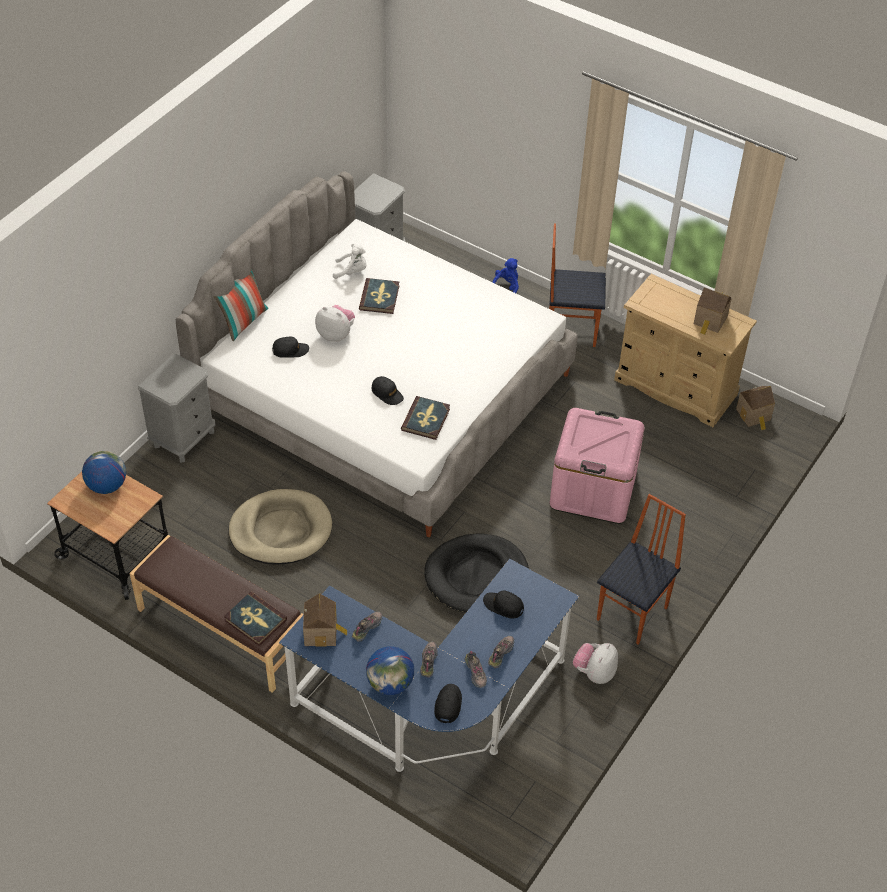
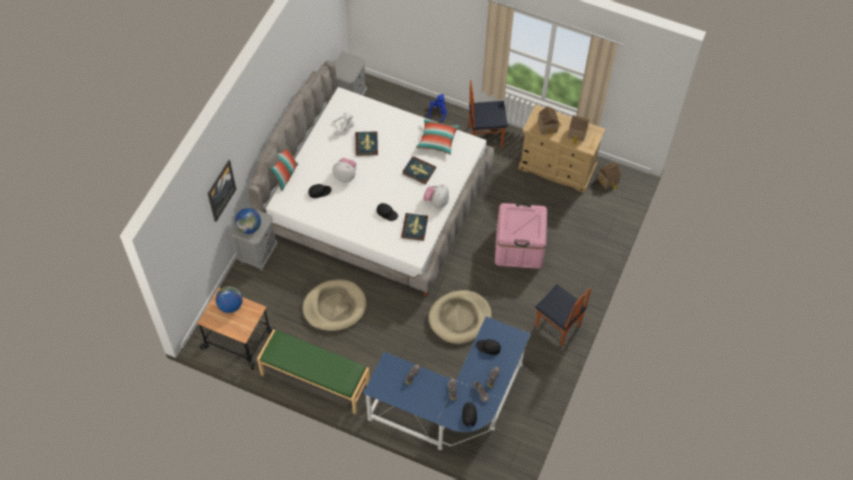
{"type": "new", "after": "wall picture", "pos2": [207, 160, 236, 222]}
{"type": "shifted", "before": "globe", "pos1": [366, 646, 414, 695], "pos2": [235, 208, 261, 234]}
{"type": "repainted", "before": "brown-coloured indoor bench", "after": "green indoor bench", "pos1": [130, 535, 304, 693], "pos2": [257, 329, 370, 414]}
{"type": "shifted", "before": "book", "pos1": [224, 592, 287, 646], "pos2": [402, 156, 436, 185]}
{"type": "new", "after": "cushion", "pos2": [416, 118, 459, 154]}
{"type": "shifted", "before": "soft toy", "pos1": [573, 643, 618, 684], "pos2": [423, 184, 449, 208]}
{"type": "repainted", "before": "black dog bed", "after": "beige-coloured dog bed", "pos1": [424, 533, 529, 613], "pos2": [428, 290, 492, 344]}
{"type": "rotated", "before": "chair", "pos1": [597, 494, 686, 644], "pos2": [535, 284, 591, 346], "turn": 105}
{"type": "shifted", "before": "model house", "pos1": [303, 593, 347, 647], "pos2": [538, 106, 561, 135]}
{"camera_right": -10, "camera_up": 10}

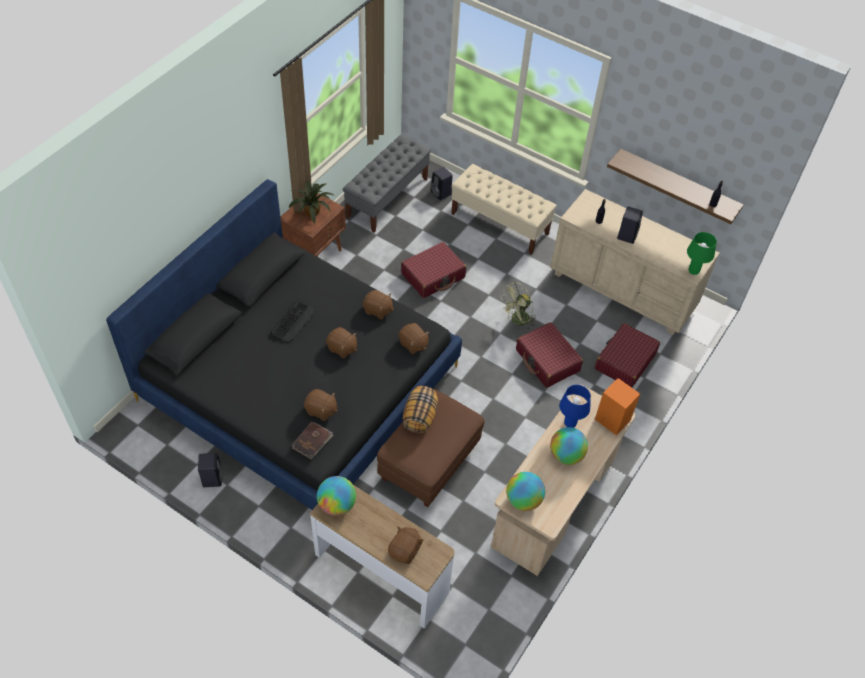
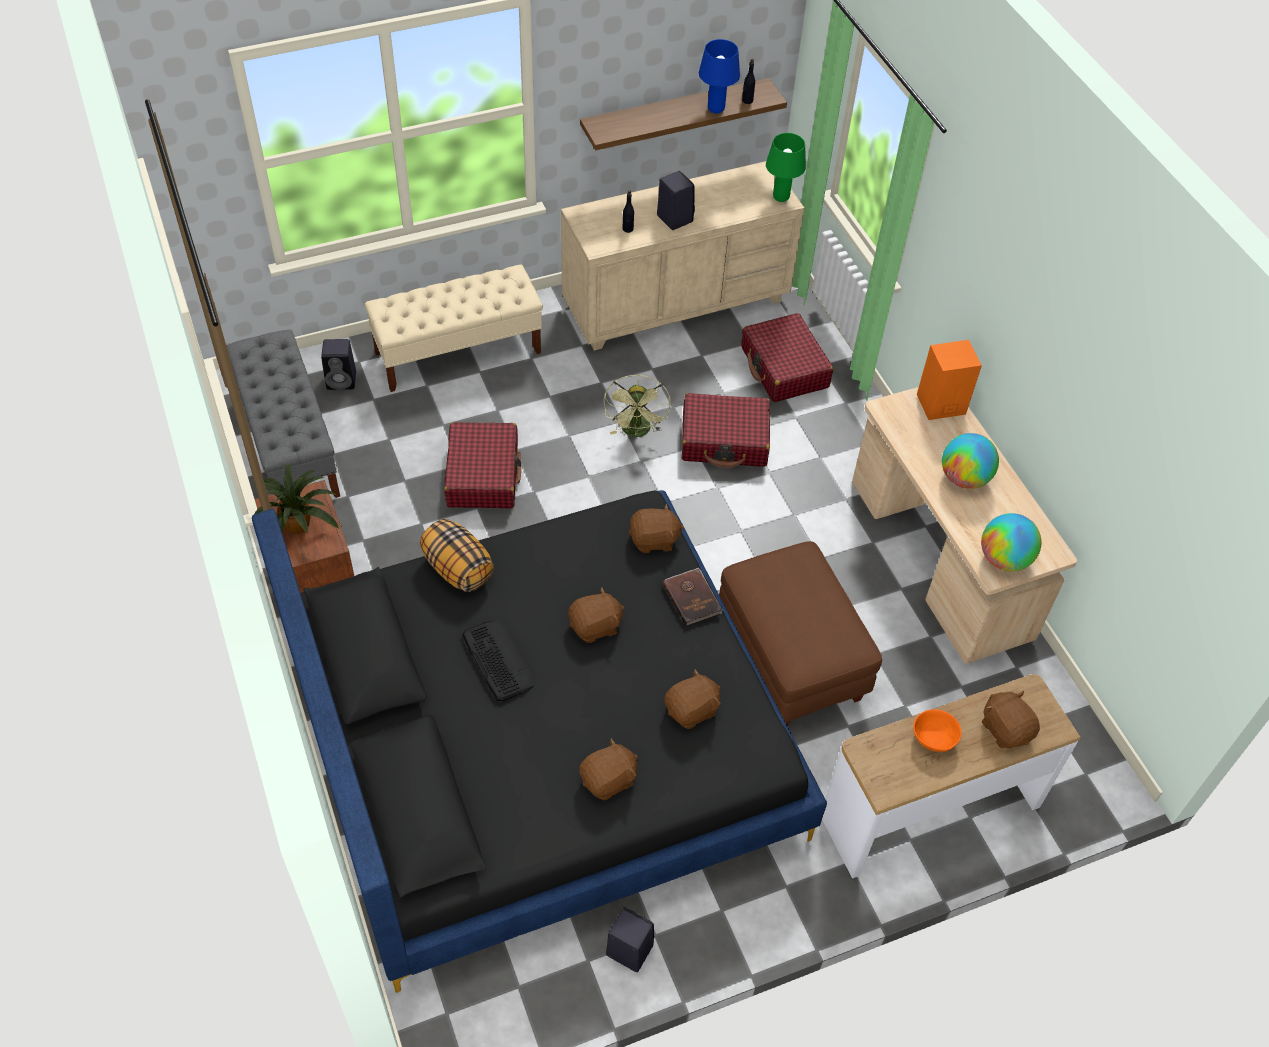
{"type": "shifted", "before": "cushion", "pos1": [403, 386, 438, 433], "pos2": [420, 519, 494, 592]}
{"type": "shifted", "before": "brown-coloured soft toy", "pos1": [363, 290, 394, 319], "pos2": [579, 738, 638, 800]}
{"type": "shifted", "before": "brown-coloured book", "pos1": [291, 421, 333, 460], "pos2": [663, 568, 723, 626]}
{"type": "shifted", "before": "blue lamp for a table", "pos1": [559, 385, 591, 428], "pos2": [699, 39, 740, 114]}
{"type": "new", "after": "orange bowl", "pos2": [913, 709, 962, 752]}
{"type": "gone", "before": "globe", "pos1": [317, 476, 356, 516]}
{"camera_right": -55, "camera_up": 0}

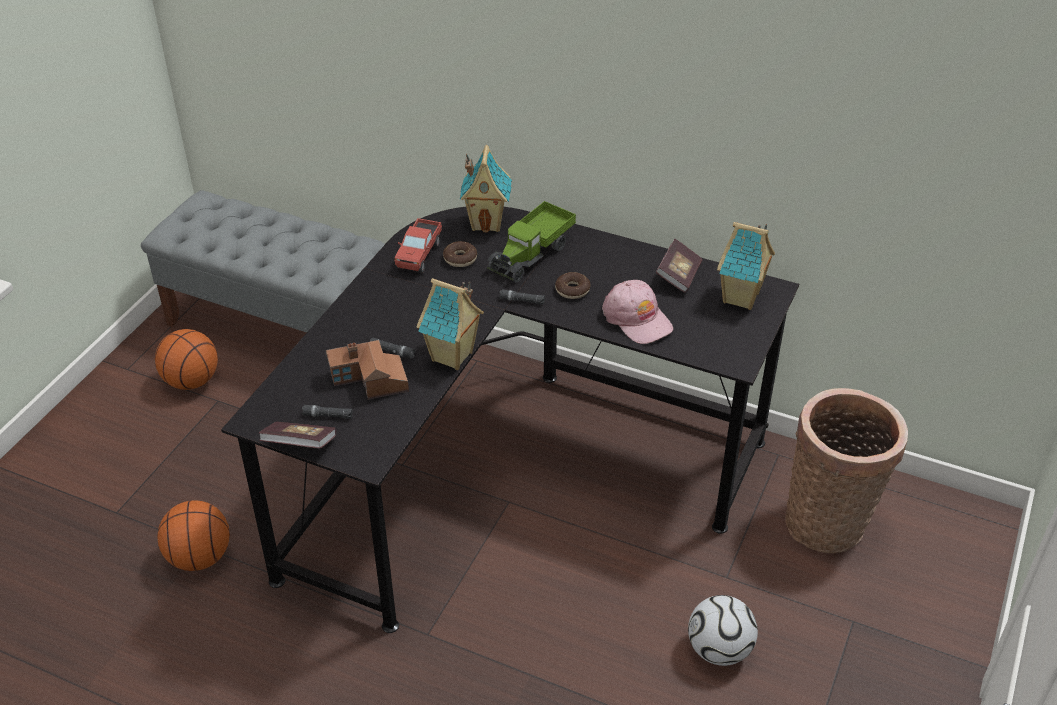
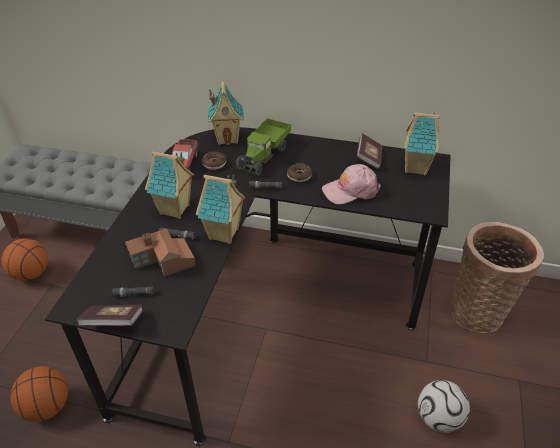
{"type": "new", "after": "model house", "pos2": [145, 151, 194, 219]}
{"type": "rotated", "before": "pink cap", "pos1": [602, 280, 673, 344], "pos2": [322, 164, 381, 204], "turn": 120}
{"camera_right": -10, "camera_up": 0}

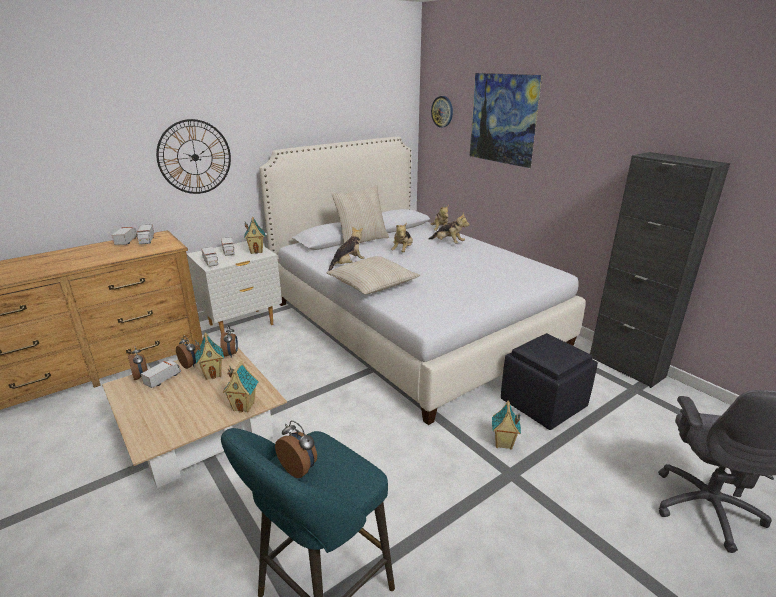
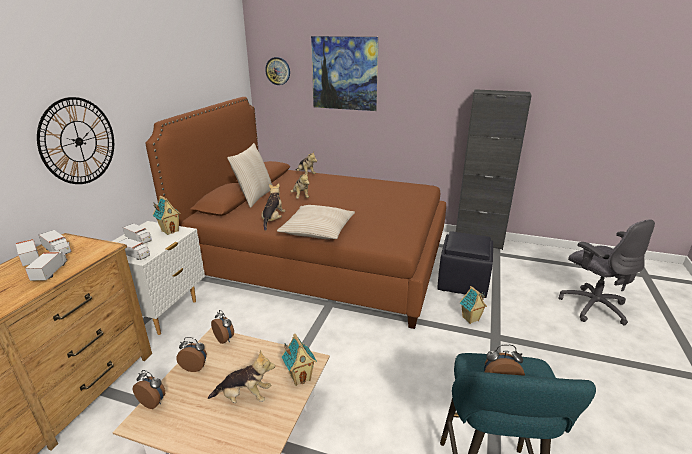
{"type": "shifted", "before": "model truck", "pos1": [141, 361, 181, 388], "pos2": [25, 251, 67, 281]}
{"type": "repainted", "before": "whitish bedroom bed", "after": "brown-coloured bedroom bed", "pos1": [259, 137, 586, 425], "pos2": [145, 97, 446, 329]}
{"type": "shifted", "before": "soft toy", "pos1": [429, 213, 470, 243], "pos2": [208, 350, 275, 403]}
{"type": "gone", "before": "model house", "pos1": [195, 332, 224, 380]}
{"camera_right": -35, "camera_up": 0}

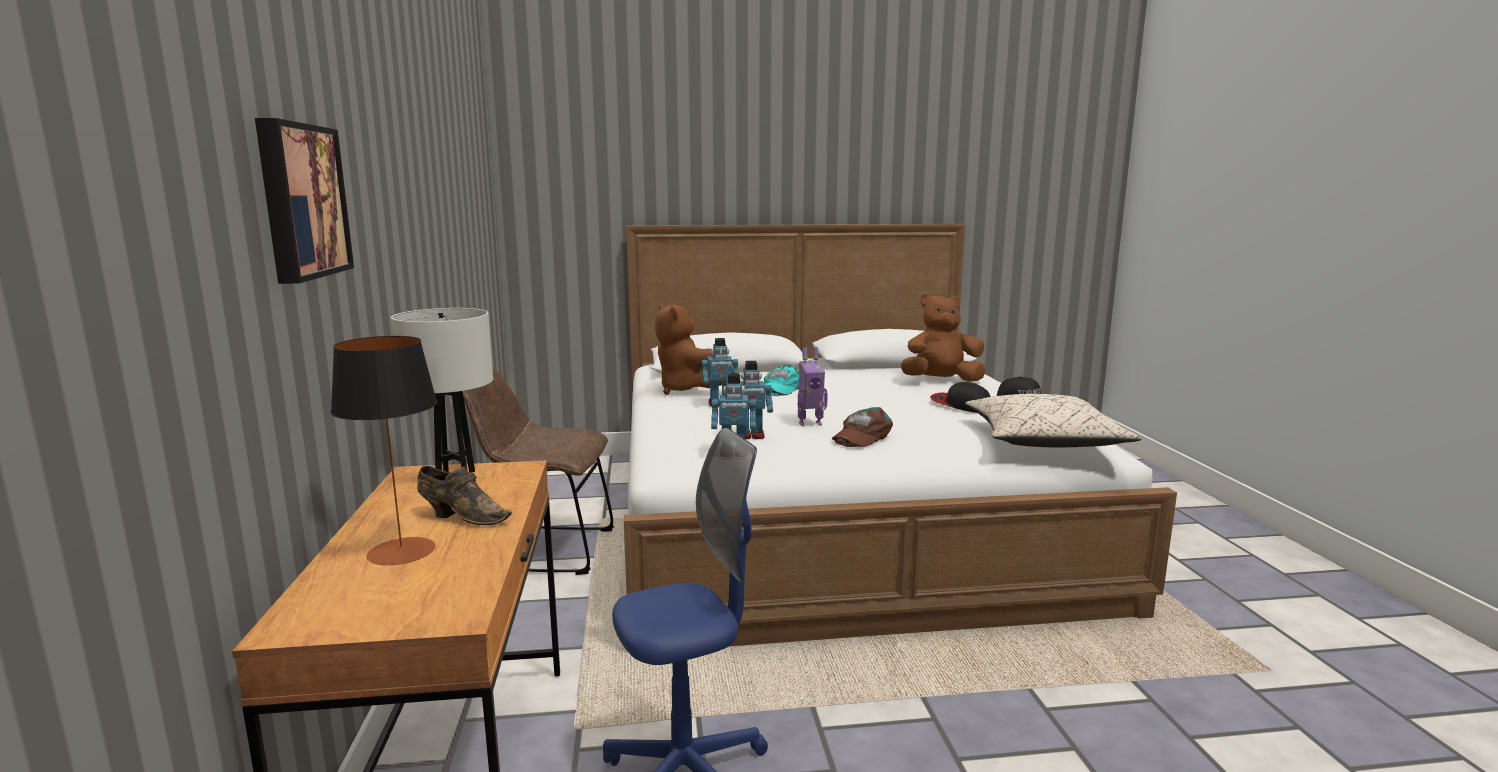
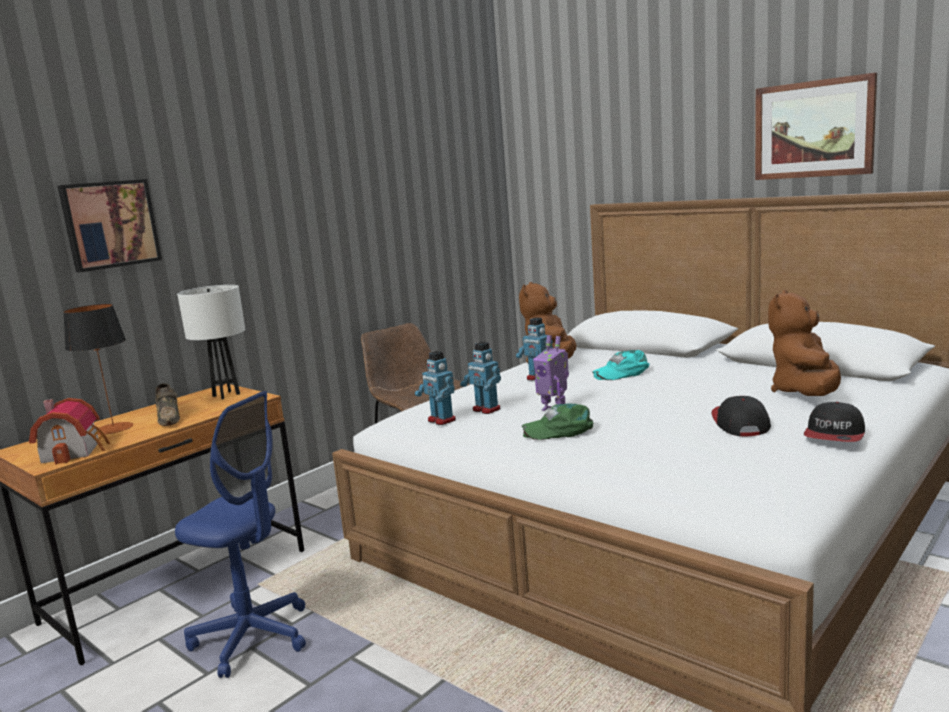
{"type": "new", "after": "model house", "pos2": [29, 398, 111, 465]}
{"type": "repainted", "before": "brown-coloured cap", "after": "green cap", "pos1": [832, 407, 893, 447], "pos2": [522, 403, 594, 440]}
{"type": "new", "after": "wall picture", "pos2": [755, 73, 877, 180]}
{"type": "rotated", "before": "brown-coloured soft toy", "pos1": [901, 294, 986, 382], "pos2": [768, 290, 841, 396], "turn": -105}
{"type": "gone", "before": "beige-coloured cushion", "pos1": [965, 394, 1141, 447]}
{"camera_right": 50, "camera_up": 0}

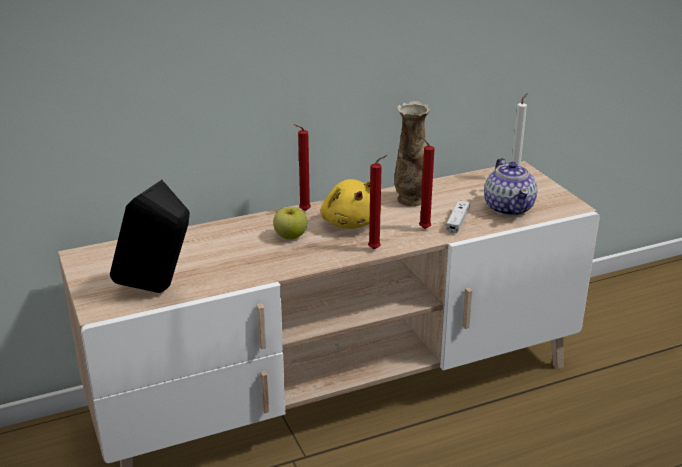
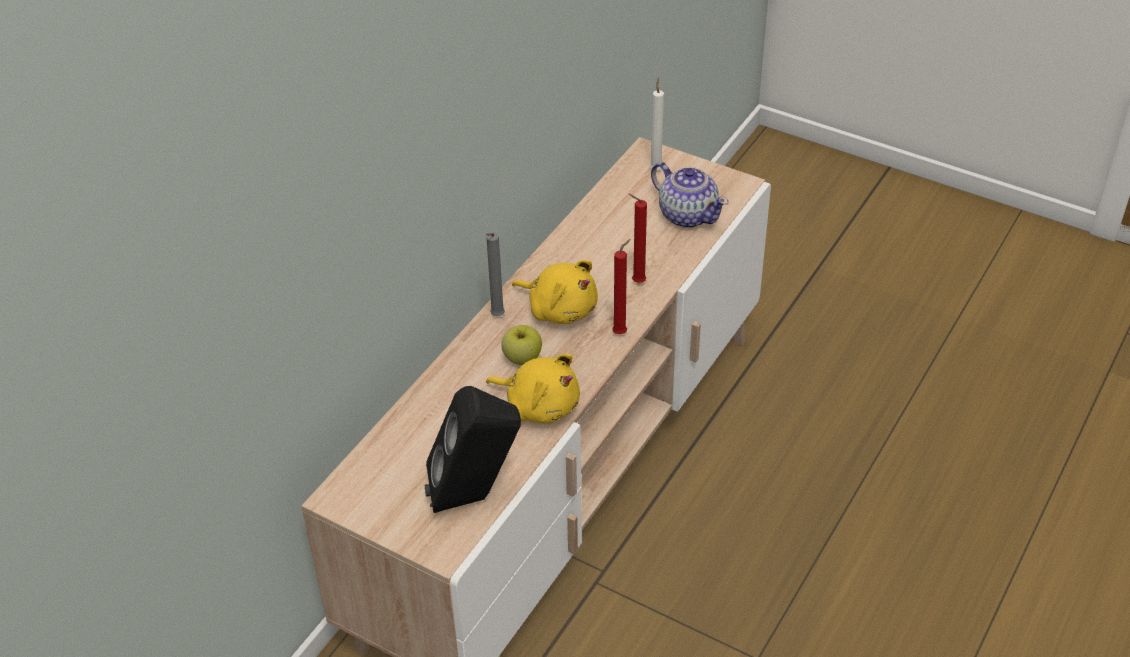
{"type": "repainted", "before": "reddish wax light", "after": "gray wax light", "pos1": [293, 124, 311, 211], "pos2": [486, 233, 505, 316]}
{"type": "new", "after": "yellow soft toy", "pos2": [486, 354, 580, 423]}
{"type": "gone", "before": "flower vase", "pos1": [395, 101, 431, 206]}
{"type": "gone", "before": "whitish game controller", "pos1": [446, 200, 469, 234]}
{"camera_right": -35, "camera_up": 15}

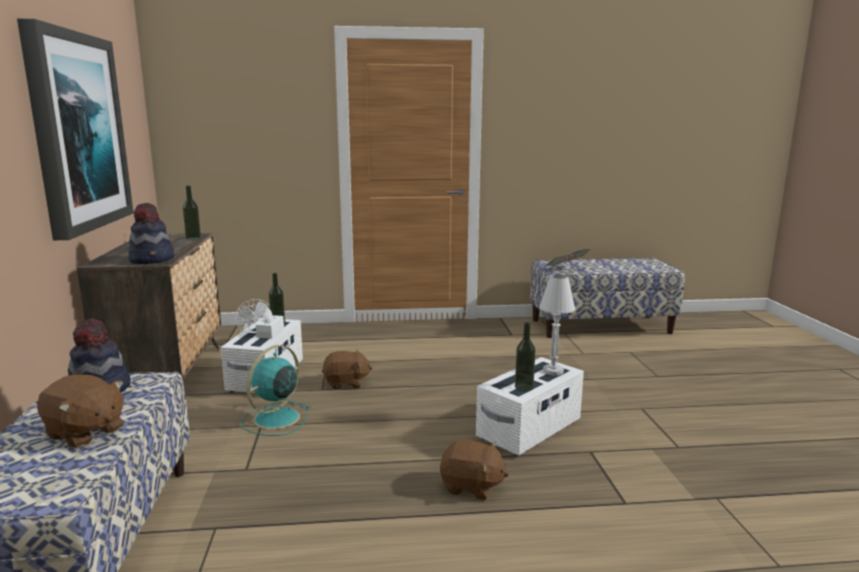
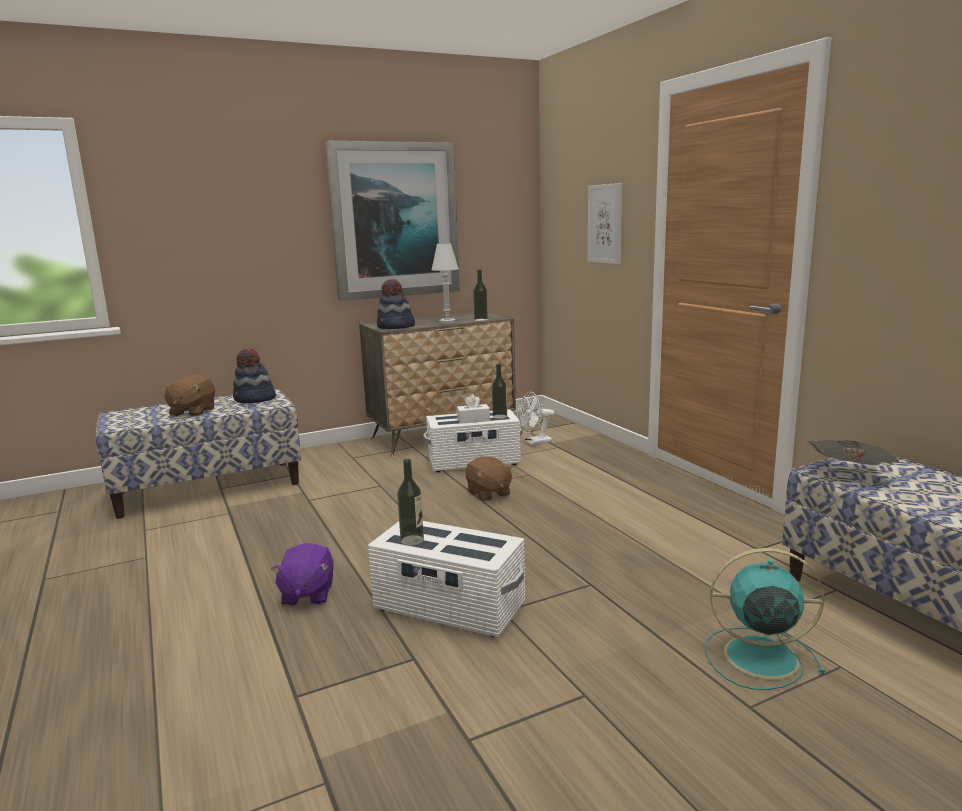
{"type": "repainted", "before": "brown-coloured soft toy", "after": "purplish soft toy", "pos1": [440, 439, 509, 500], "pos2": [271, 543, 334, 606]}
{"type": "shifted", "before": "whitish lamp for a table", "pos1": [539, 274, 575, 376], "pos2": [431, 243, 459, 324]}
{"type": "new", "after": "wall picture", "pos2": [588, 183, 622, 264]}
{"type": "shifted", "before": "turquoise cooling fan", "pos1": [241, 345, 310, 436], "pos2": [705, 548, 825, 690]}
{"camera_right": 70, "camera_up": 0}

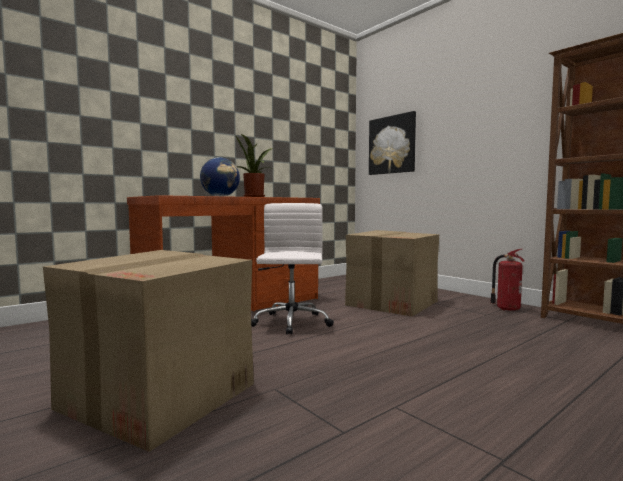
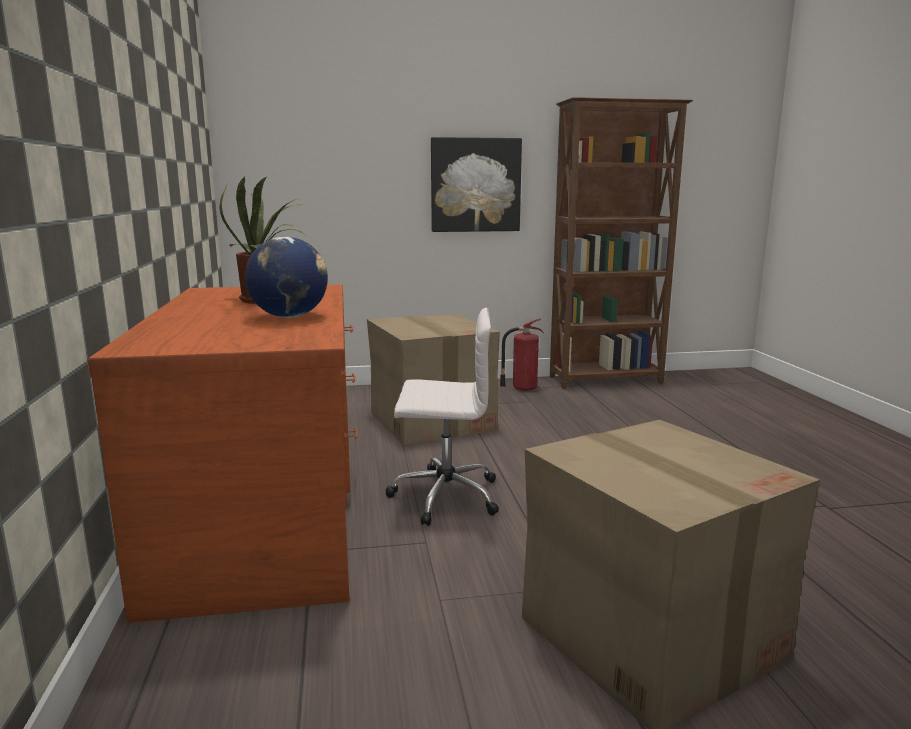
{"type": "rotated", "before": "whitish computer chair", "pos1": [251, 203, 334, 335], "pos2": [385, 308, 499, 526], "turn": 150}
{"type": "shifted", "before": "wall picture", "pos1": [369, 111, 416, 175], "pos2": [431, 137, 522, 232]}
{"camera_right": -60, "camera_up": 10}

